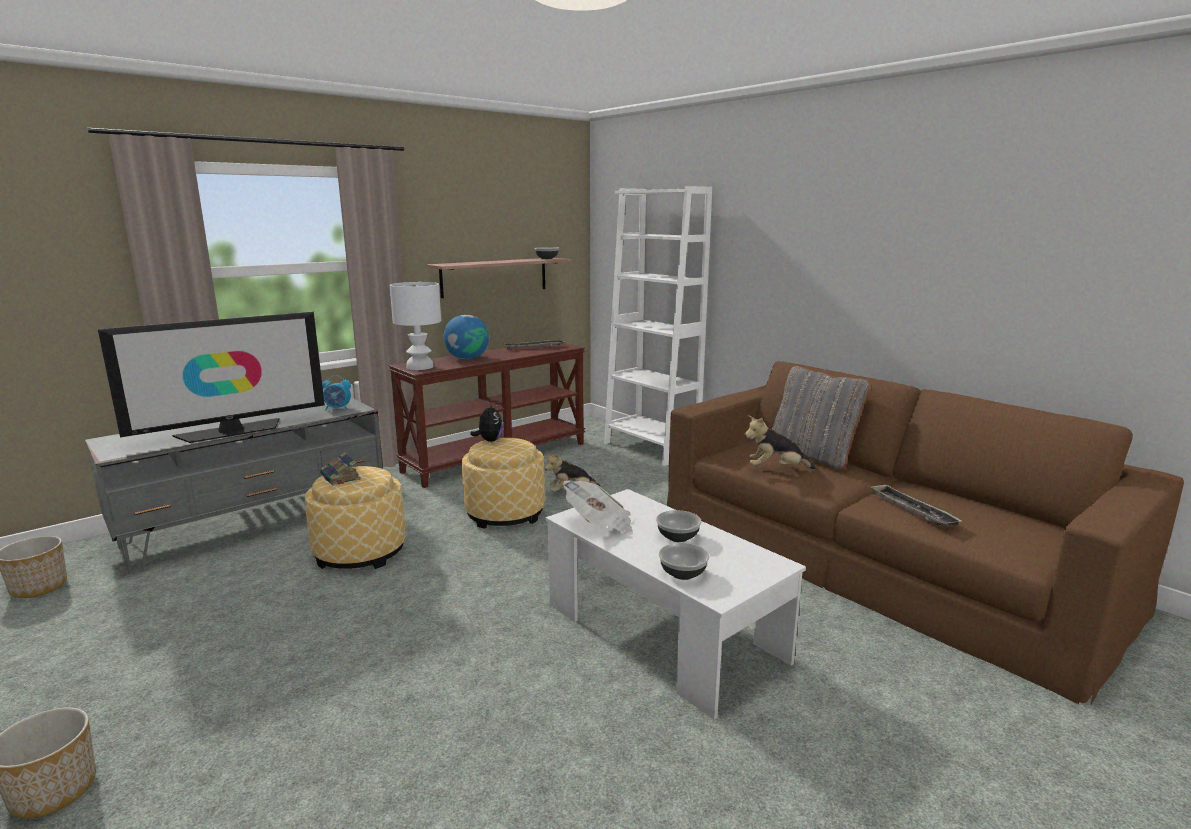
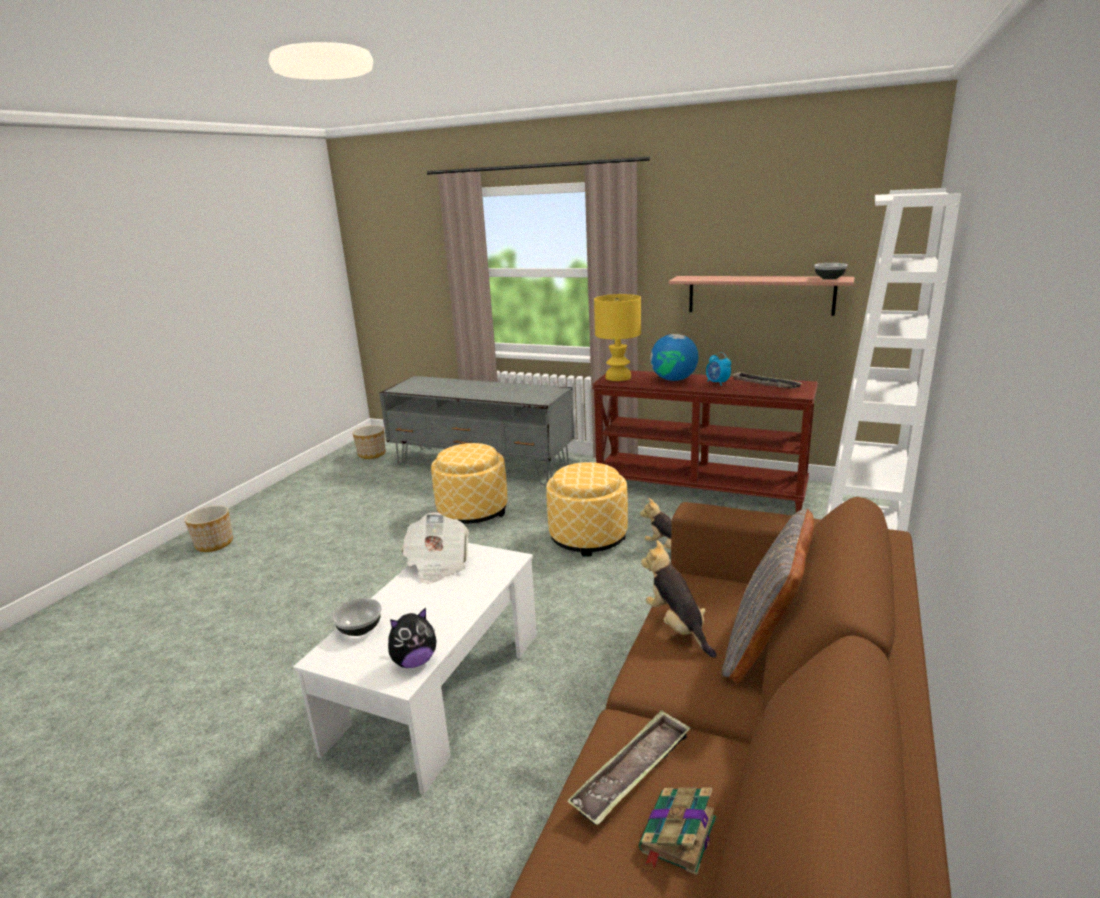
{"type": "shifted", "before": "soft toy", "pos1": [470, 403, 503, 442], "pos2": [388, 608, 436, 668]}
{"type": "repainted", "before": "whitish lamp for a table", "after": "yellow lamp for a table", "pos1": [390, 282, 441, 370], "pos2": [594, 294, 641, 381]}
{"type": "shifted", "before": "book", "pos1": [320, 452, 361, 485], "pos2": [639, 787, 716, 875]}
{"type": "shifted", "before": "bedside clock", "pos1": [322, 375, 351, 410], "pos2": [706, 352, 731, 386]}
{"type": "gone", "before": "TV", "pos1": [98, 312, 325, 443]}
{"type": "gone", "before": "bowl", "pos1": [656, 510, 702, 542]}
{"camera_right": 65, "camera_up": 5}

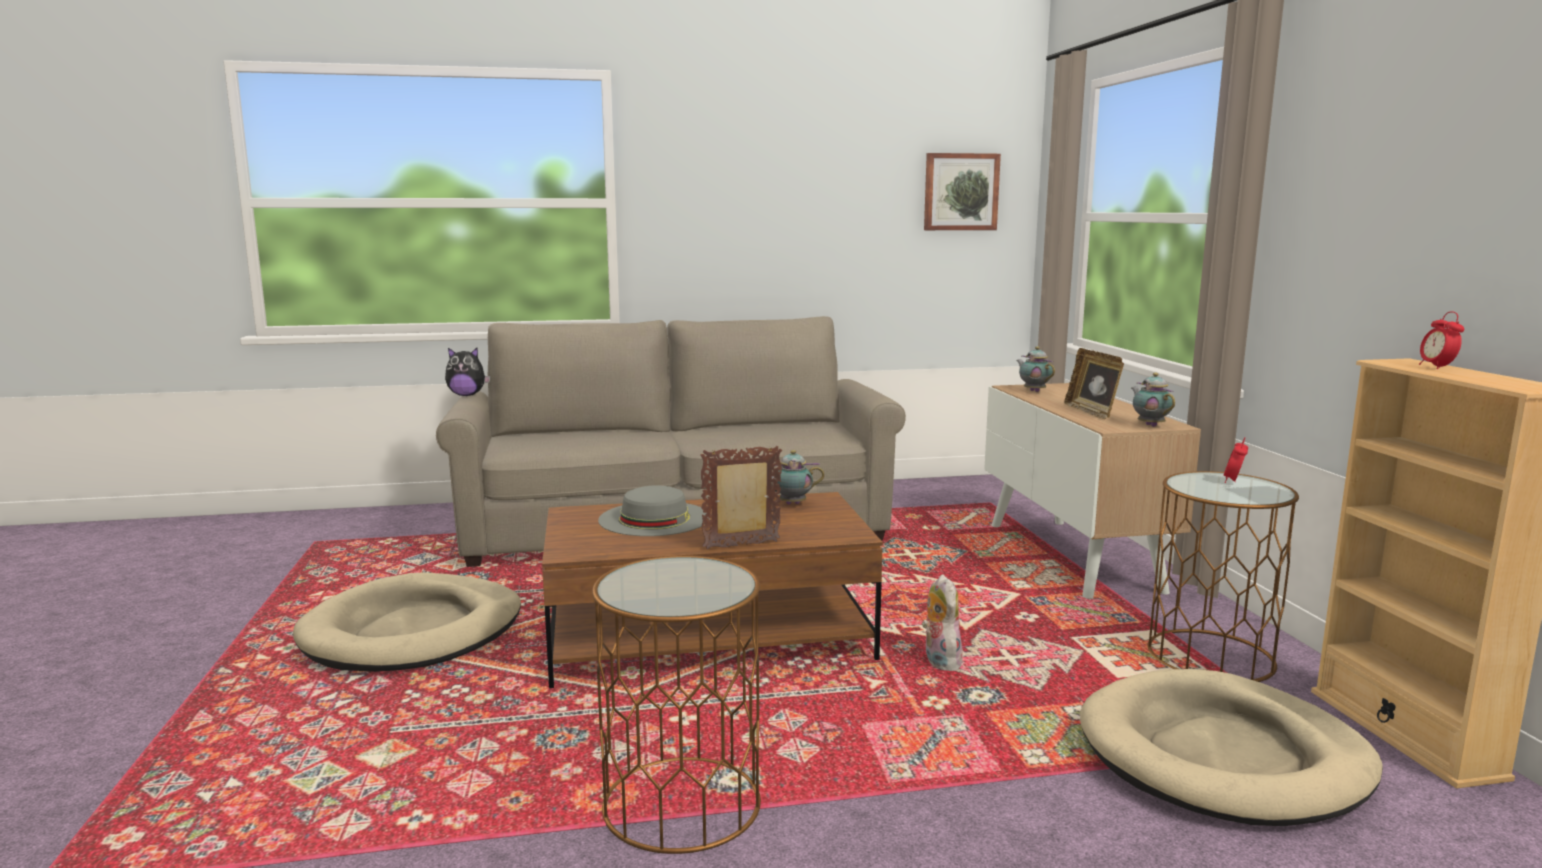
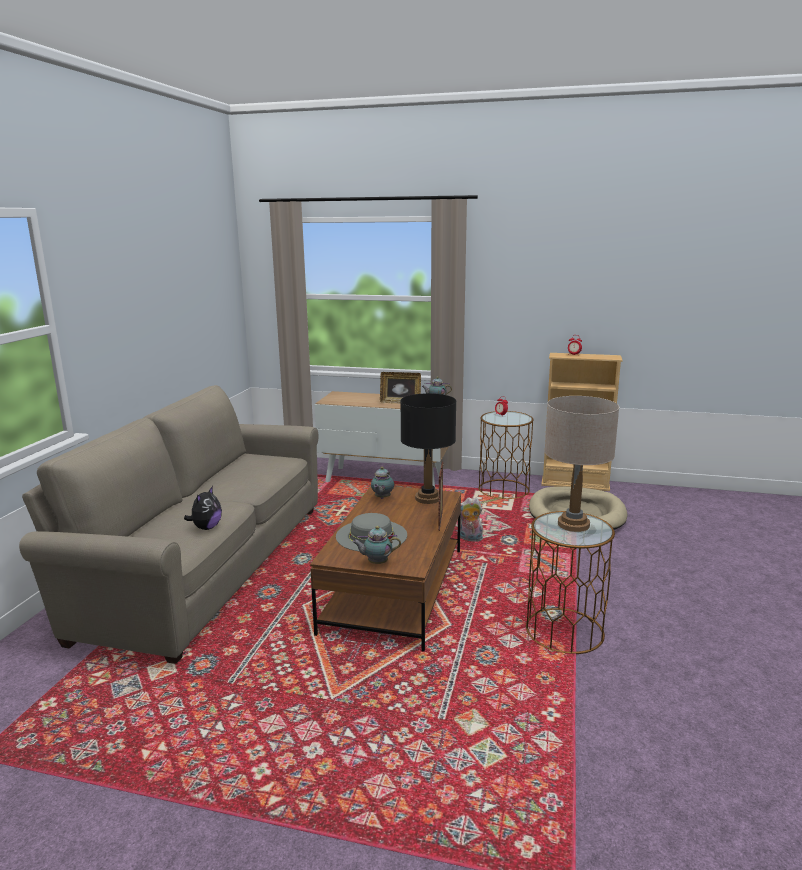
{"type": "shifted", "before": "soft toy", "pos1": [445, 348, 490, 396], "pos2": [184, 486, 222, 530]}
{"type": "shifted", "before": "tea pot", "pos1": [1016, 346, 1055, 392], "pos2": [352, 526, 401, 564]}
{"type": "new", "after": "black lamp for a table", "pos2": [400, 393, 456, 504]}
{"type": "new", "after": "beige-coloured lamp for a table", "pos2": [545, 396, 619, 532]}
{"type": "gone", "before": "beige-coloured dog bed", "pos1": [293, 572, 521, 672]}
{"type": "gone", "before": "wall picture", "pos1": [924, 153, 1001, 230]}
{"camera_right": -65, "camera_up": 5}

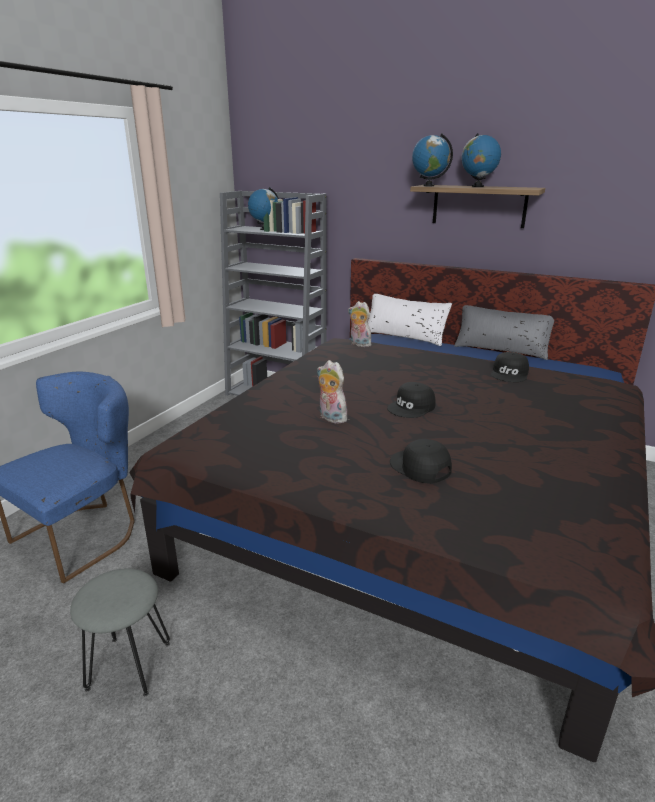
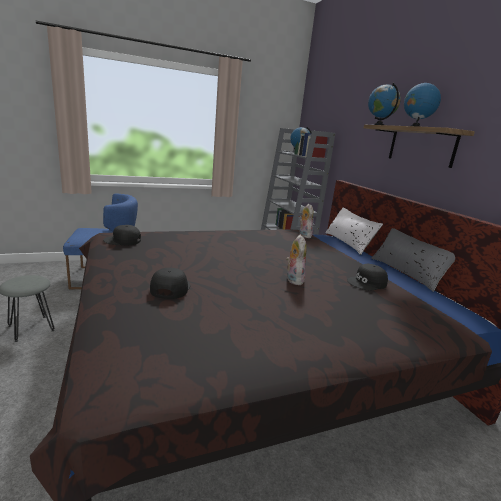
{"type": "shifted", "before": "black cap", "pos1": [387, 382, 436, 418], "pos2": [103, 225, 141, 245]}
{"type": "shifted", "before": "soft toy", "pos1": [317, 360, 349, 424], "pos2": [286, 235, 307, 285]}
{"camera_right": 40, "camera_up": -5}

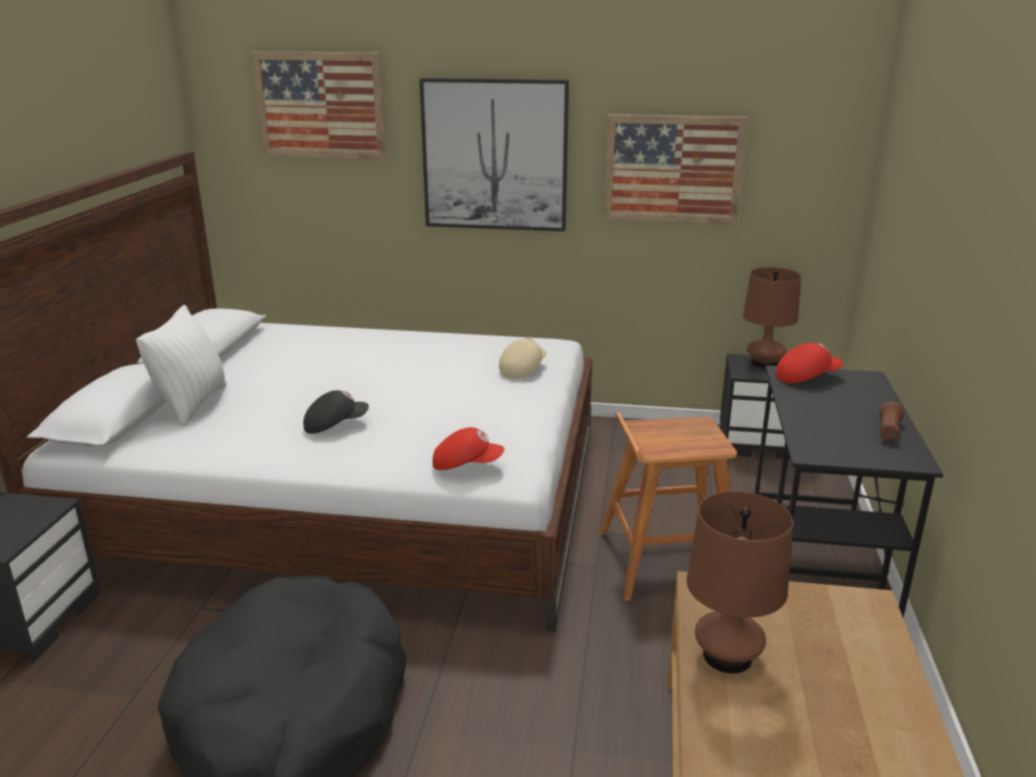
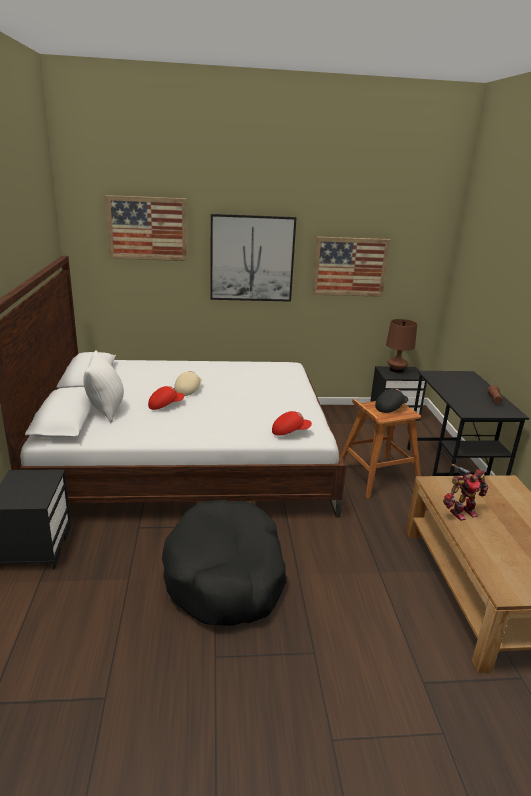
{"type": "shifted", "before": "reddish cap", "pos1": [776, 343, 843, 383], "pos2": [148, 386, 184, 410]}
{"type": "shifted", "before": "beige-coloured cap", "pos1": [499, 338, 547, 379], "pos2": [174, 371, 202, 396]}
{"type": "shifted", "before": "black cap", "pos1": [303, 390, 369, 434], "pos2": [375, 389, 408, 413]}
{"type": "swapped", "before": "brown-coloured lamp for a table", "after": "model robot", "pos1": [686, 491, 793, 673], "pos2": [443, 464, 488, 521]}
{"camera_right": -15, "camera_up": 0}

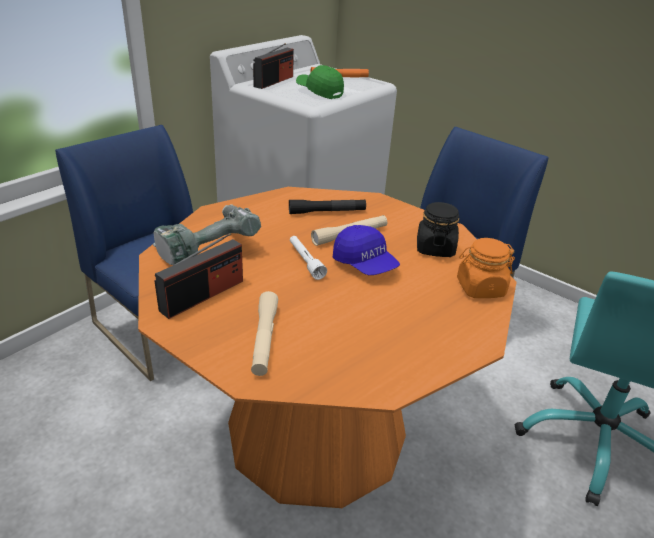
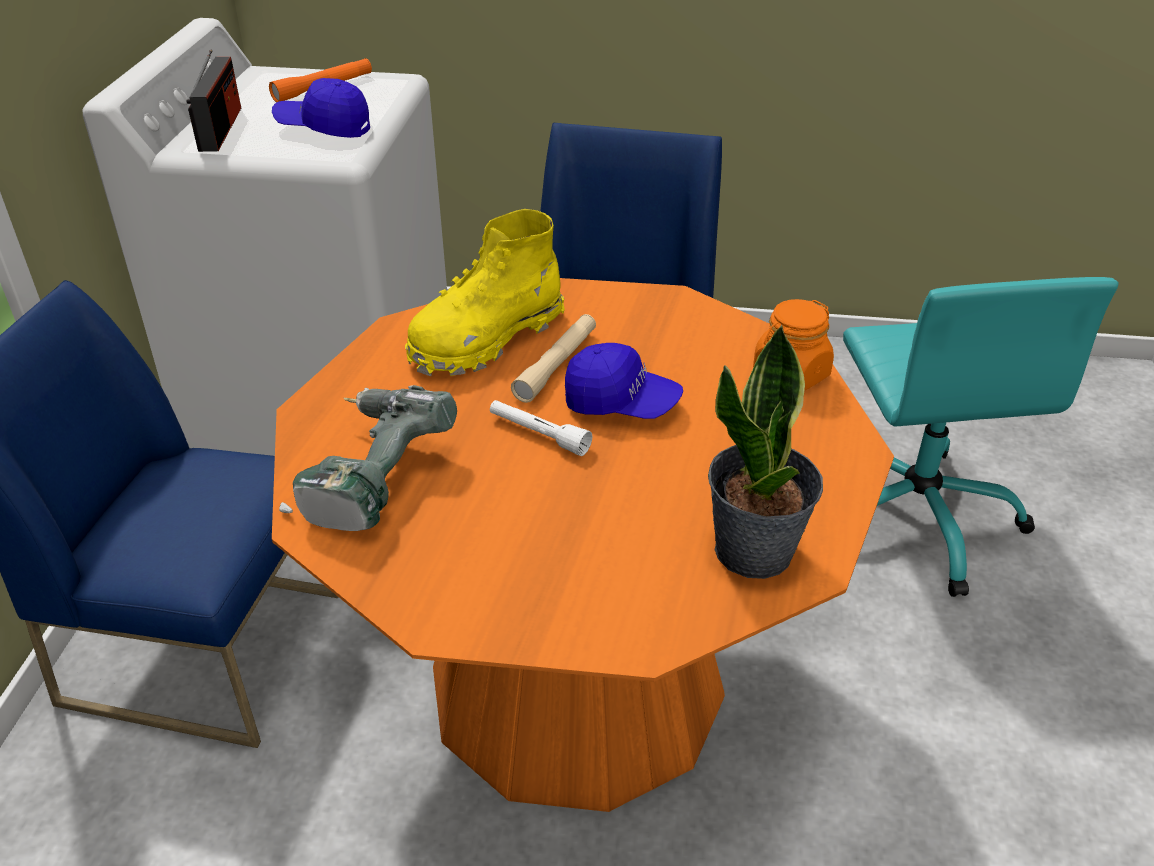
{"type": "repainted", "before": "green cap", "after": "blue cap", "pos1": [296, 65, 344, 99], "pos2": [272, 78, 370, 138]}
{"type": "swapped", "before": "black hand torch", "after": "yellow boot", "pos1": [289, 200, 366, 214], "pos2": [405, 209, 565, 376]}
{"type": "new", "after": "potted plant", "pos2": [708, 325, 823, 579]}
{"type": "gone", "before": "radio receiver", "pos1": [154, 233, 243, 319]}
{"type": "gone", "before": "beige-coloured hand torch", "pos1": [251, 291, 278, 376]}
{"type": "gone", "before": "black jar", "pos1": [417, 202, 460, 257]}
{"camera_right": -30, "camera_up": 5}

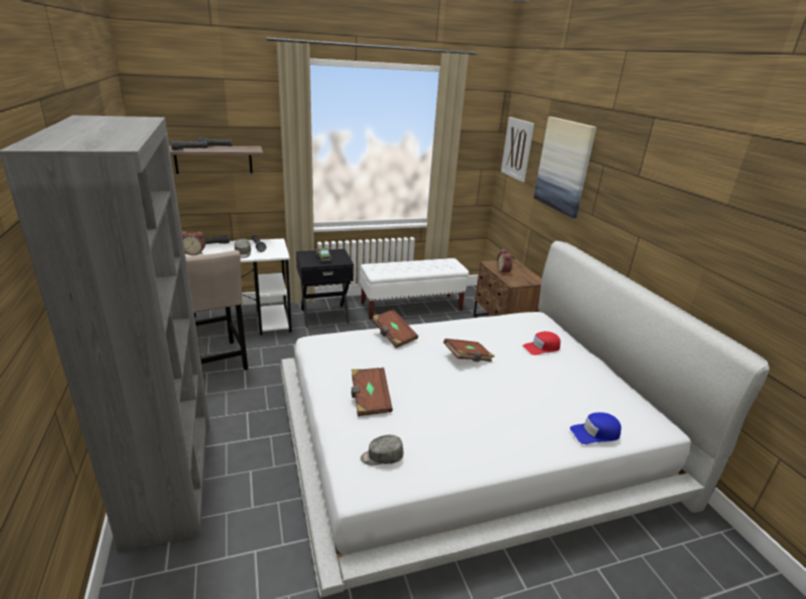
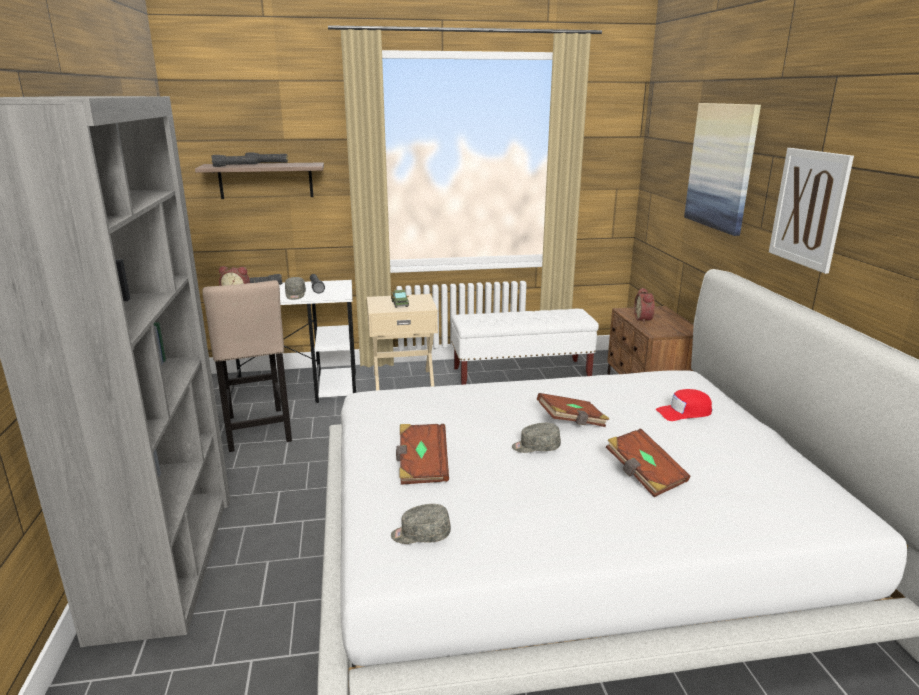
{"type": "repainted", "before": "black nightstand", "after": "beige-coloured nightstand", "pos1": [296, 249, 354, 328], "pos2": [367, 294, 438, 390]}
{"type": "new", "after": "gray cap", "pos2": [512, 423, 561, 453]}
{"type": "shifted", "before": "brown-coloured book", "pos1": [372, 309, 418, 348], "pos2": [606, 428, 691, 497]}
{"type": "shifted", "before": "wall picture", "pos1": [501, 117, 534, 182], "pos2": [769, 148, 854, 274]}
{"type": "gone", "before": "blue cap", "pos1": [570, 412, 621, 444]}
{"camera_right": 10, "camera_up": -5}

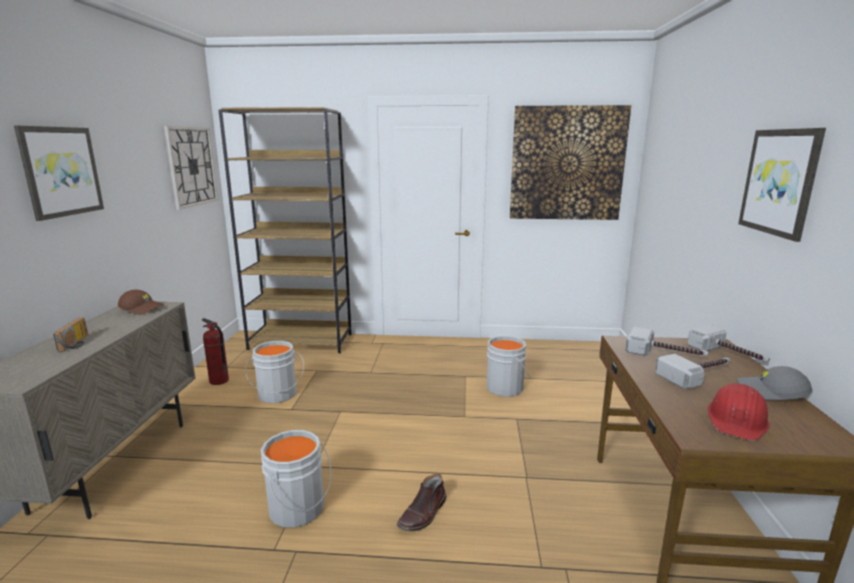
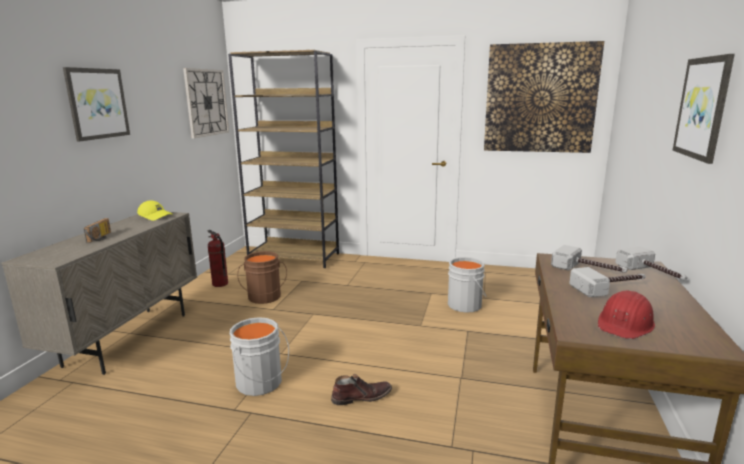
{"type": "repainted", "before": "brown-coloured cap", "after": "yellow cap", "pos1": [118, 290, 164, 315], "pos2": [137, 201, 173, 221]}
{"type": "repainted", "before": "gray water bucket", "after": "brown-coloured water bucket", "pos1": [245, 341, 304, 403], "pos2": [237, 251, 287, 304]}
{"type": "rotated", "before": "brown-coloured boot", "pos1": [397, 474, 446, 531], "pos2": [331, 374, 392, 405], "turn": -150}
{"type": "gone", "before": "gray cap", "pos1": [737, 366, 812, 400]}
{"camera_right": 10, "camera_up": 0}

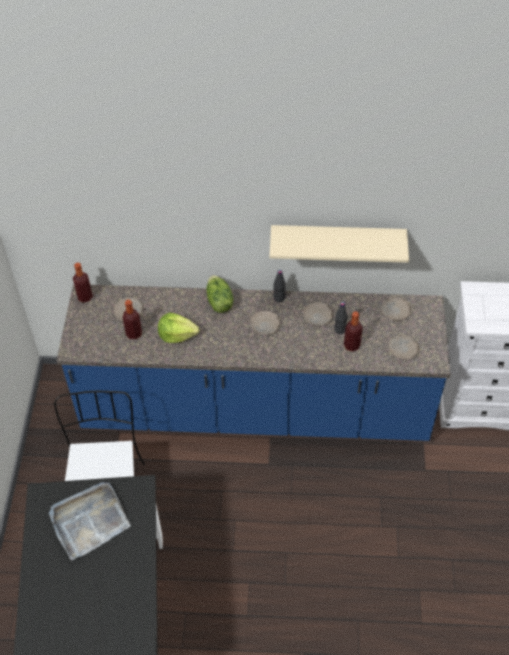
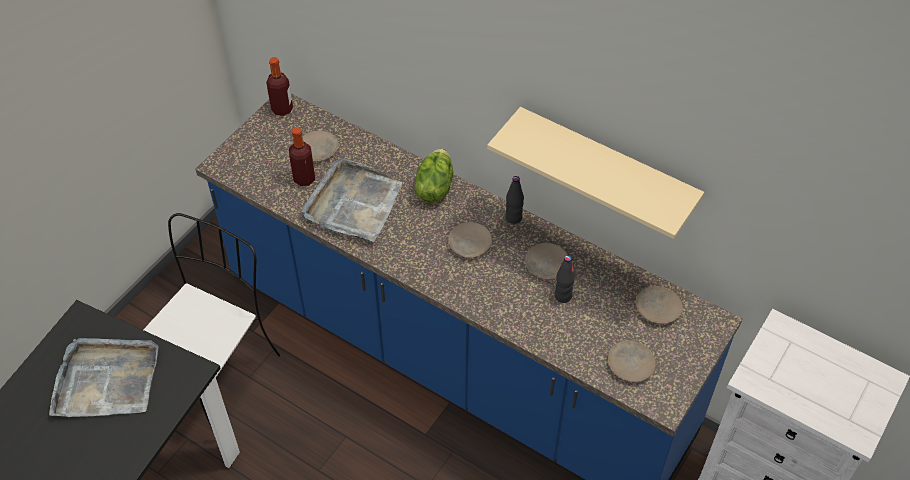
{"type": "swapped", "before": "head of lettuce", "after": "gray serving tray", "pos1": [158, 313, 199, 343], "pos2": [302, 158, 402, 242]}
{"type": "gone", "before": "drink bottle", "pos1": [344, 311, 363, 352]}
{"camera_right": 30, "camera_up": 0}

